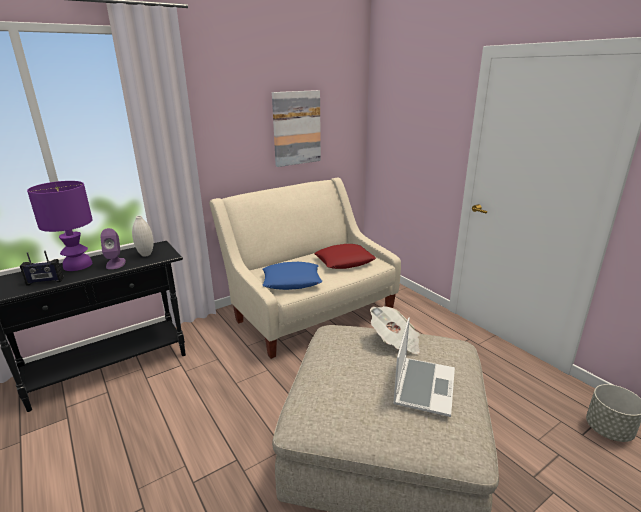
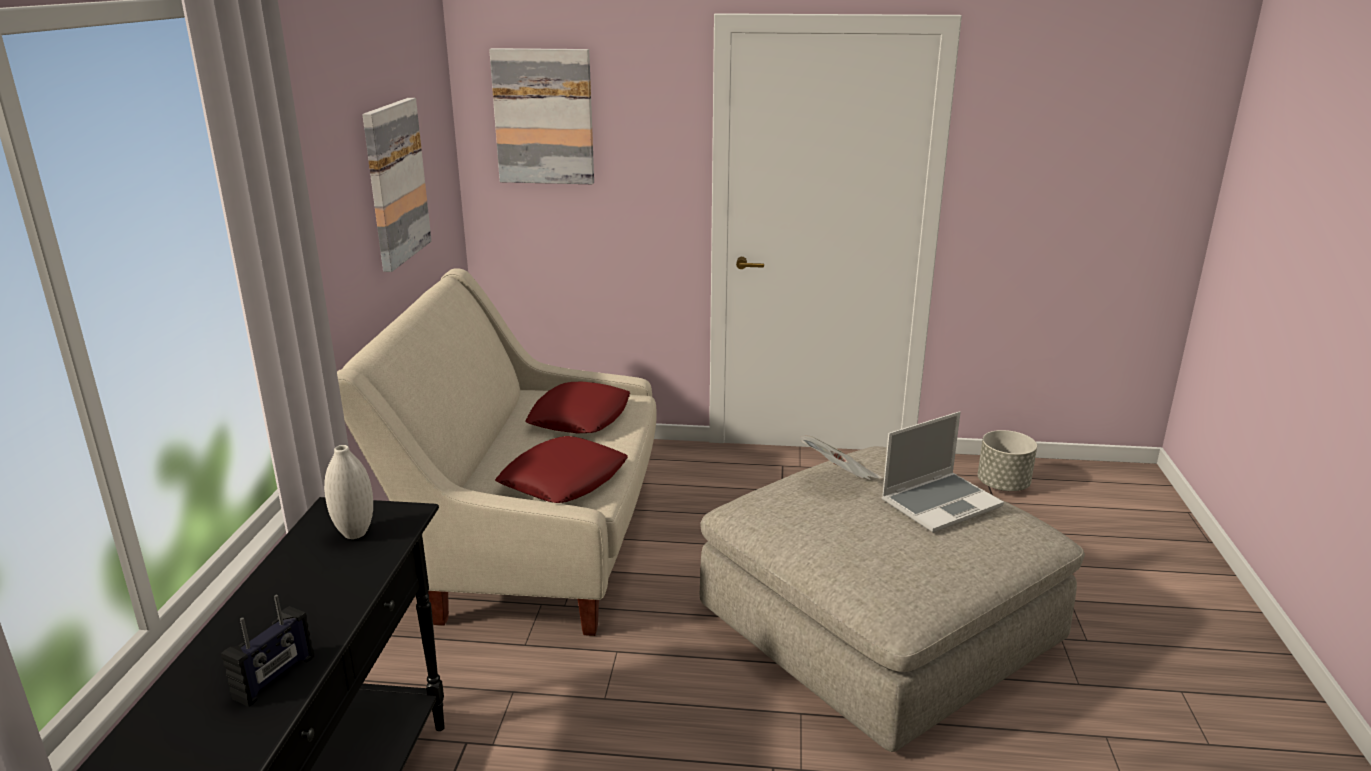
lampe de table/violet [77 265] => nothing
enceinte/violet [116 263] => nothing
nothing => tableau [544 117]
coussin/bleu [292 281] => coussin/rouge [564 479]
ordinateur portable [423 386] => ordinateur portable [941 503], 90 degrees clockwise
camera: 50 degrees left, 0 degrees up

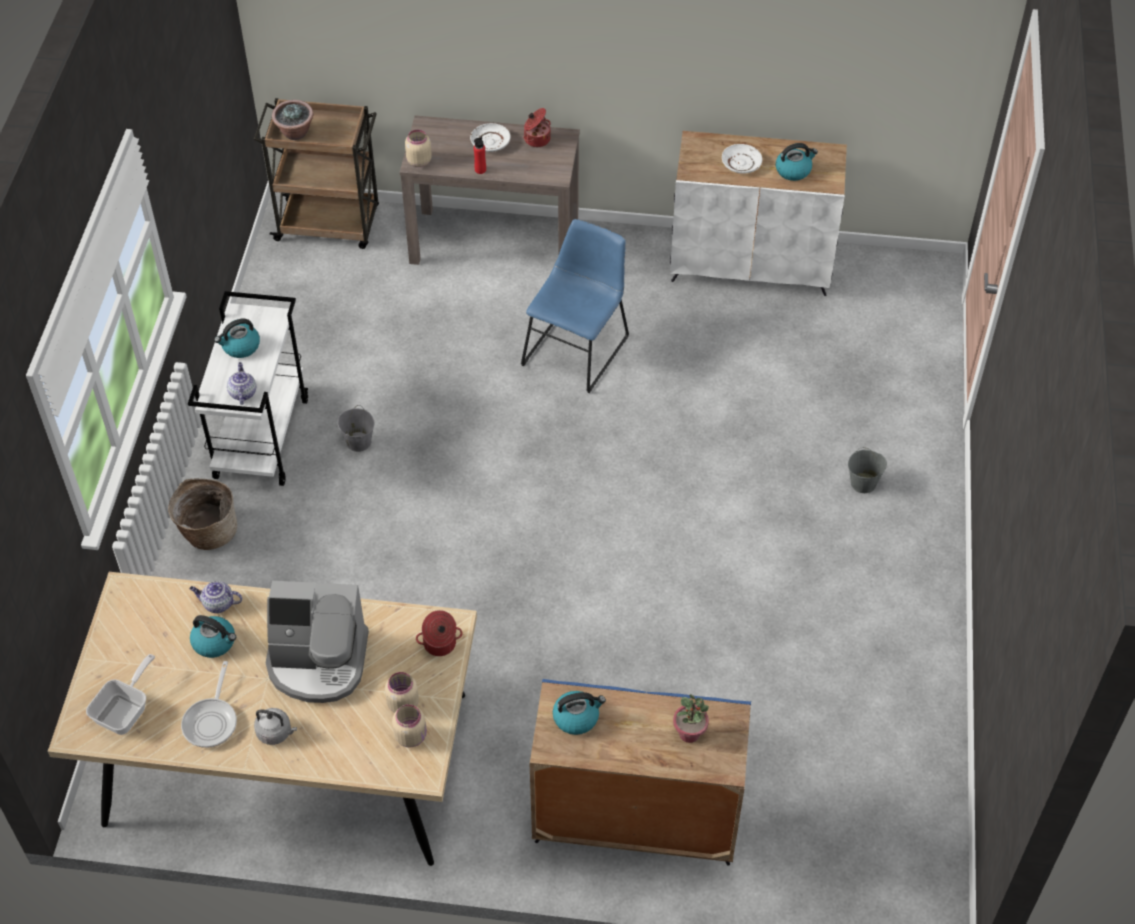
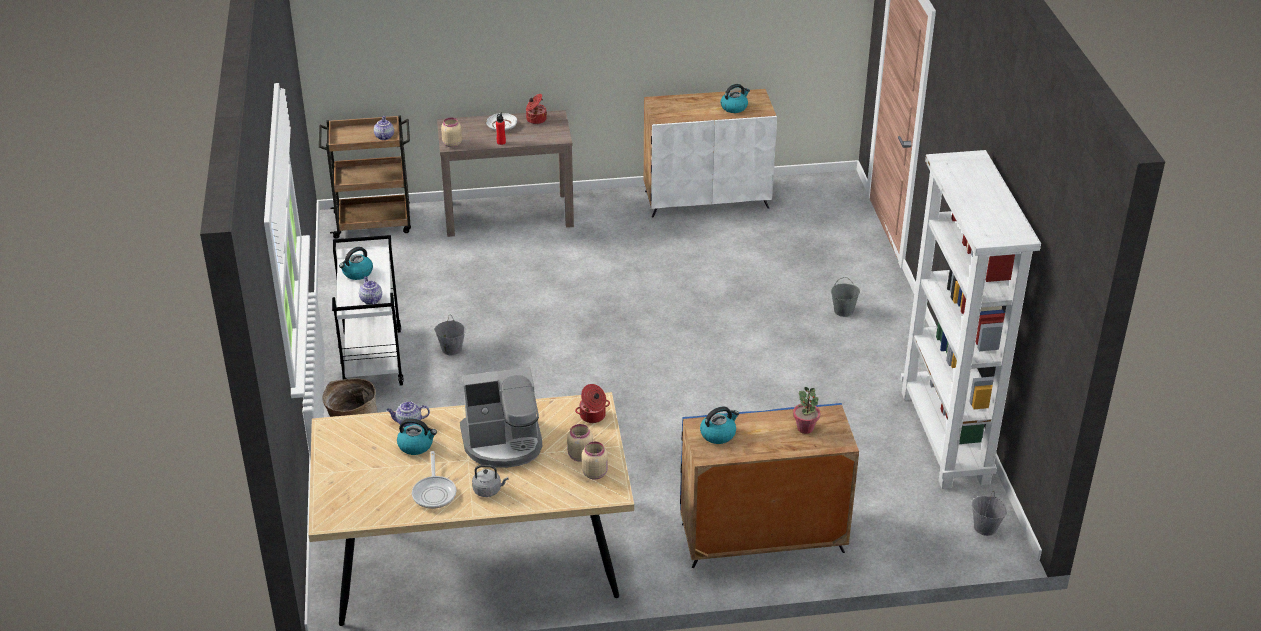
poêle [126 710] => nothing
plante en pot [295 133] => nothing
chaise/bleu [578 348] => nothing
assiette/blanc [741 163] => nothing
nothing => théière [384 136]
nothing => bibliothèque/blanc [946 438]
nothing => seau/gris [985 528]
camera: 15 degrees left, 15 degrees down

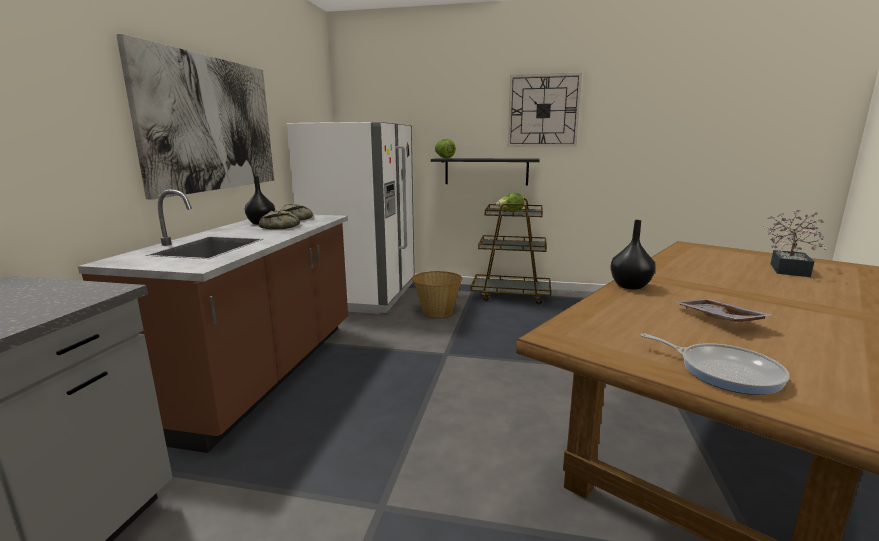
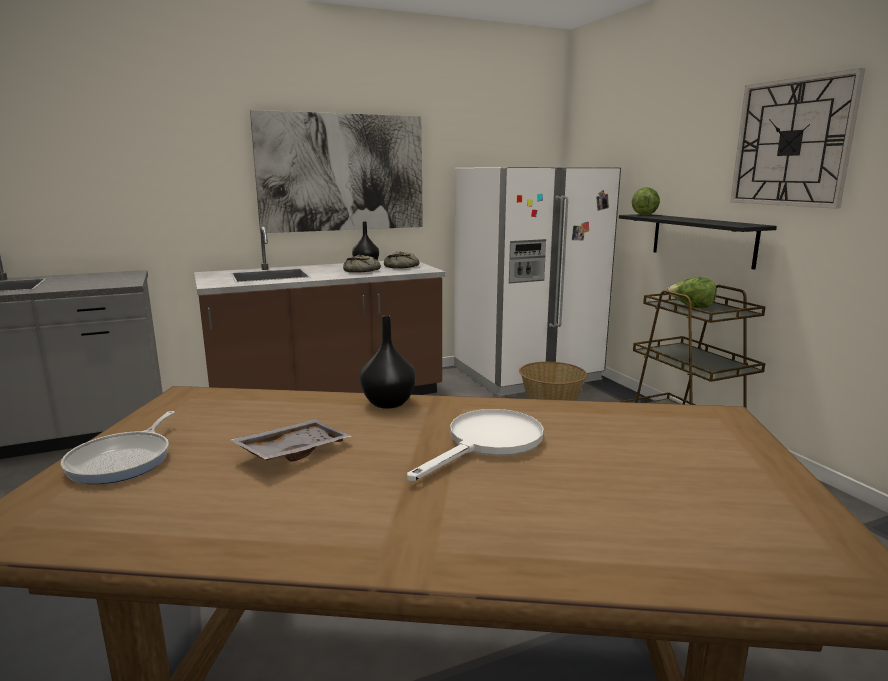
plante en pot [789 268] => nothing
nothing => poêle/blanc [487 444]
camera: 55 degrees right, 0 degrees up

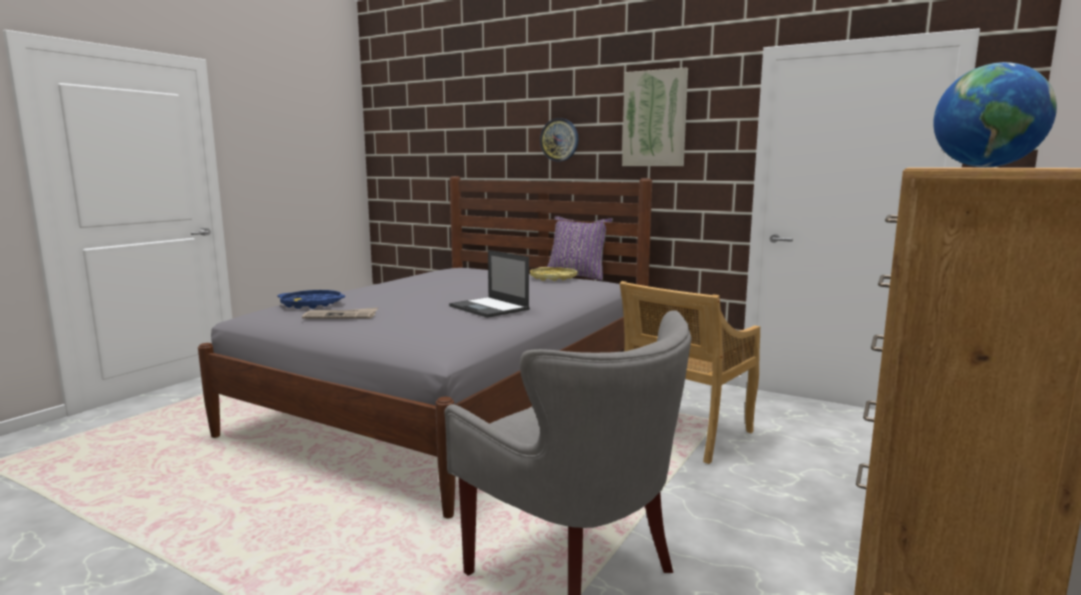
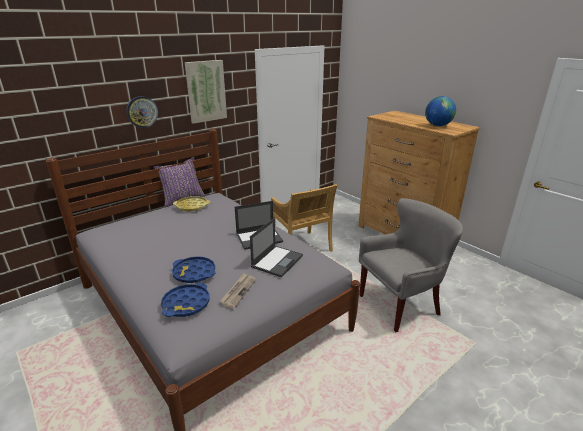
nothing => plateau/bleu [194 273]
nothing => ordinateur portable [277 261]
camera: 70 degrees left, 15 degrees up

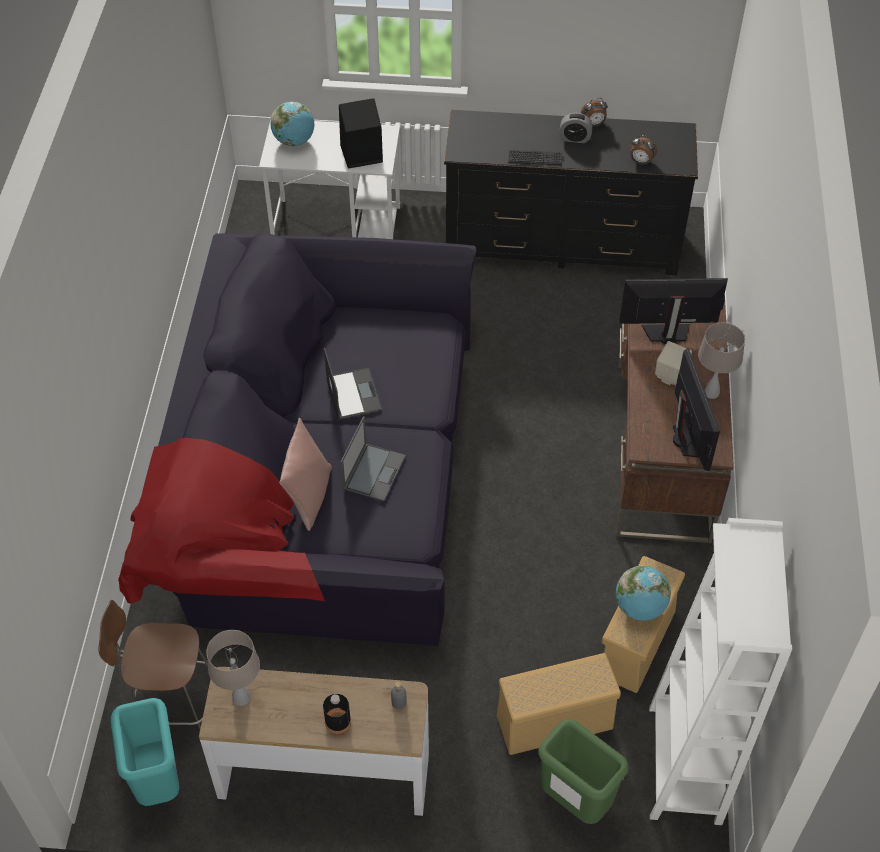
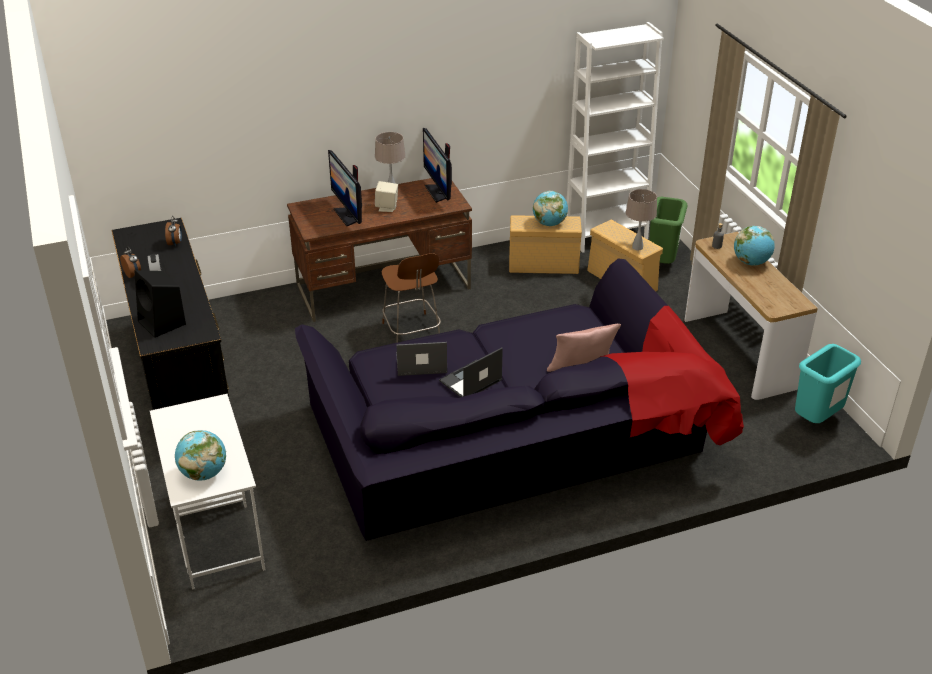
clavier [535 158] => nothing
tabouret/marron [172 702] => tabouret/marron [412 332], relocated
lampe de table/beige [241 697] => lampe de table/beige [637 247], relocated
enceinte/noir [360 154] => enceinte/noir [163 323], relocated
ordinateur portable [374 471] => ordinateur portable [420 363], relocated
bouteille/noir [338 721] => globe [751 262]
écran d'ordinateur [687 439] => écran d'ordinateur [438 192], 75 degrees counterclockwise
camera: 115 degrees left, 15 degrees down

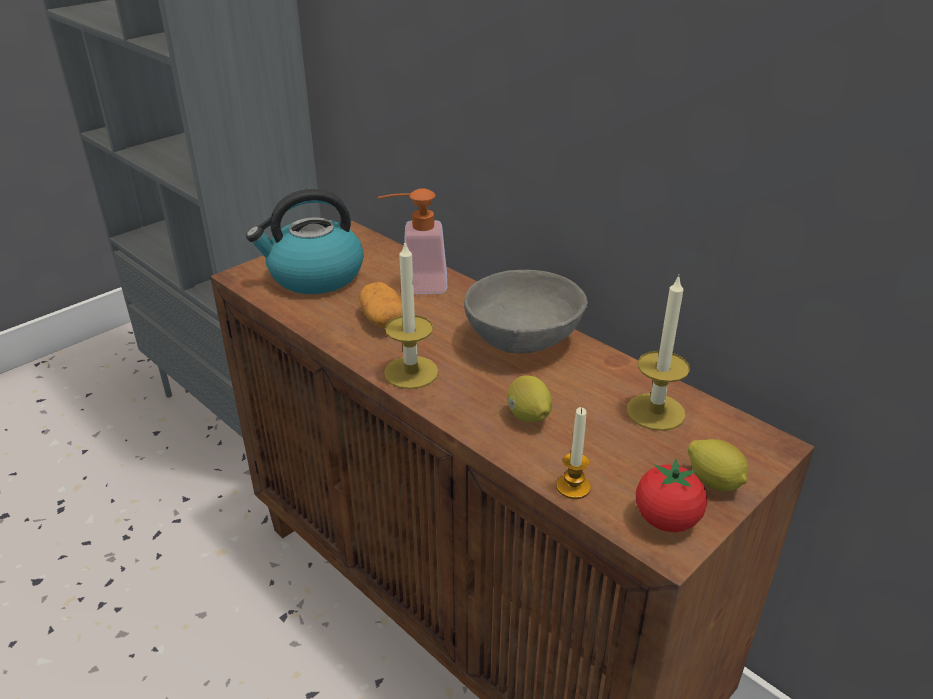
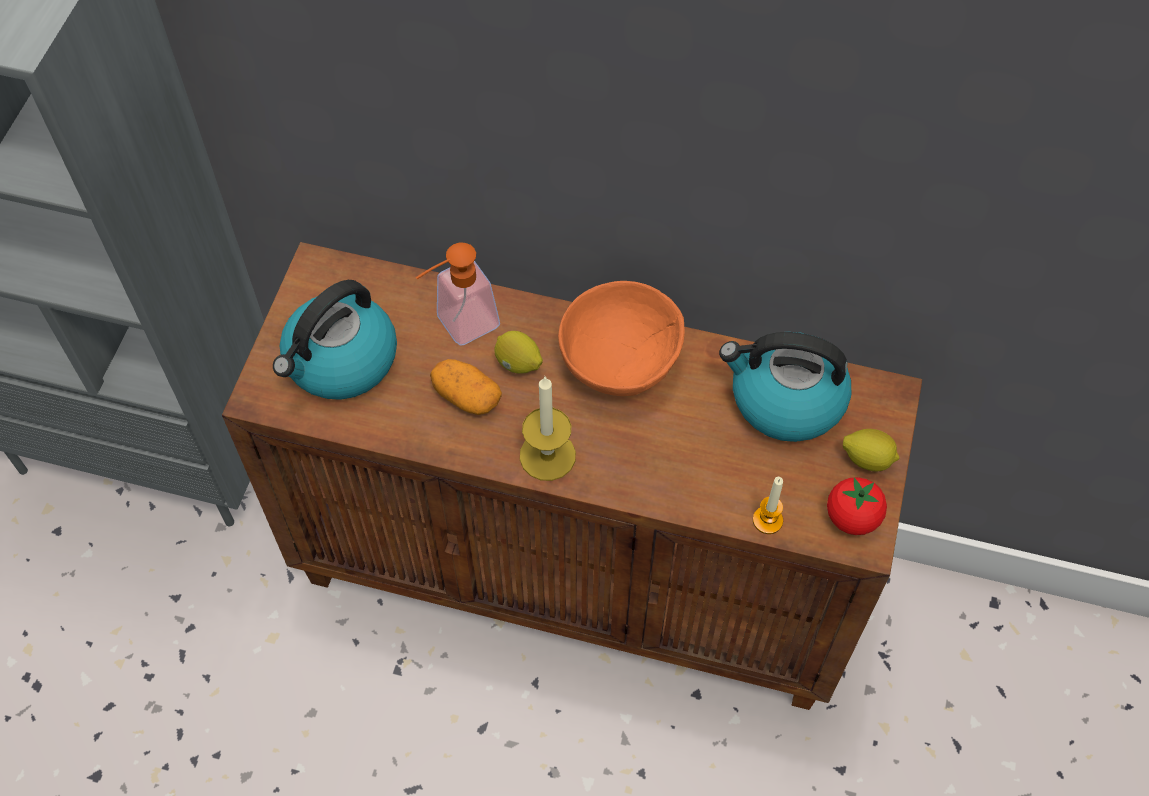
citron [528 417] => citron [518 364], relocated
bougie [655 412] => bouilloire [785 400]
bol/gris [524 340] => bol/orange [621 361]
camera: 30 degrees left, 25 degrees up

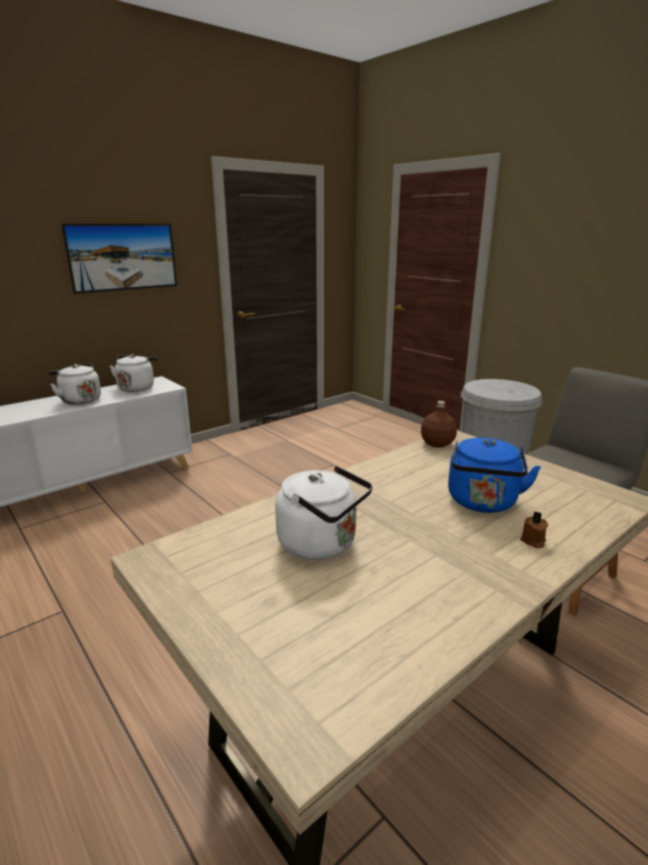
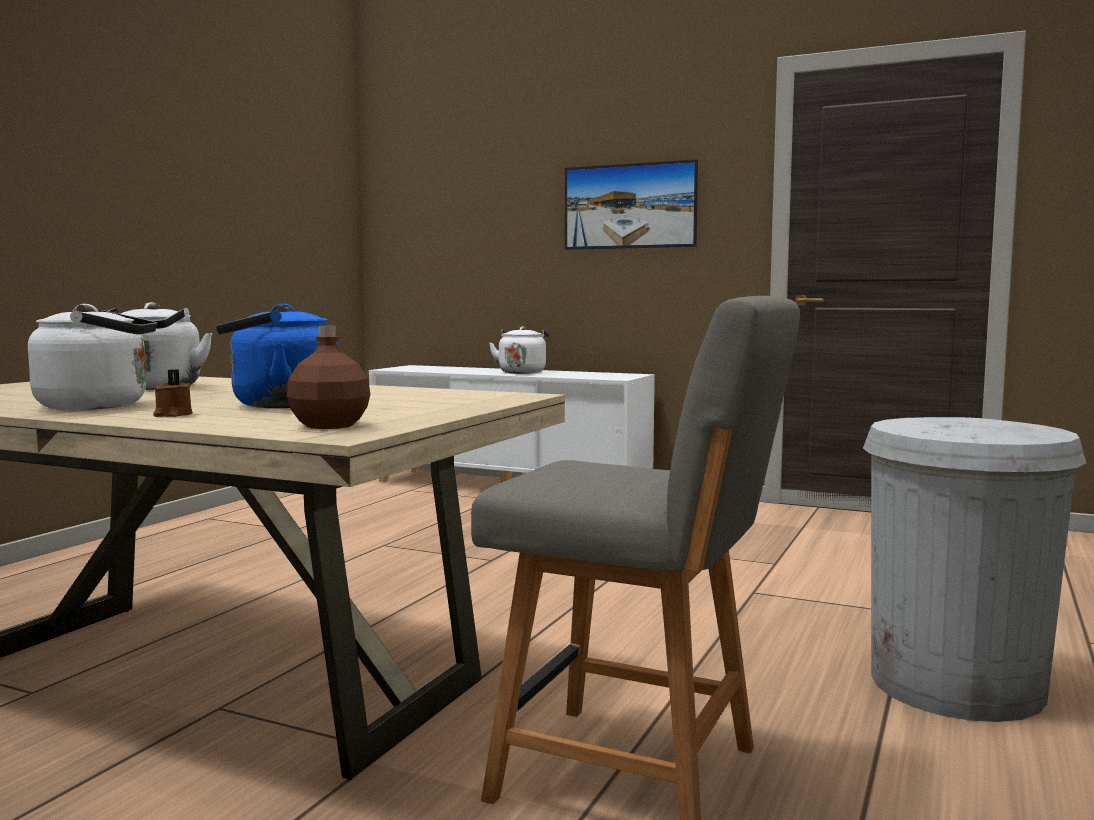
bouilloire/blanc [137 387] => bouilloire/blanc [100 406], relocated
bouteille/marron [436 443] => bouteille/marron [330 425], relocated
camera: 65 degrees right, 15 degrees down

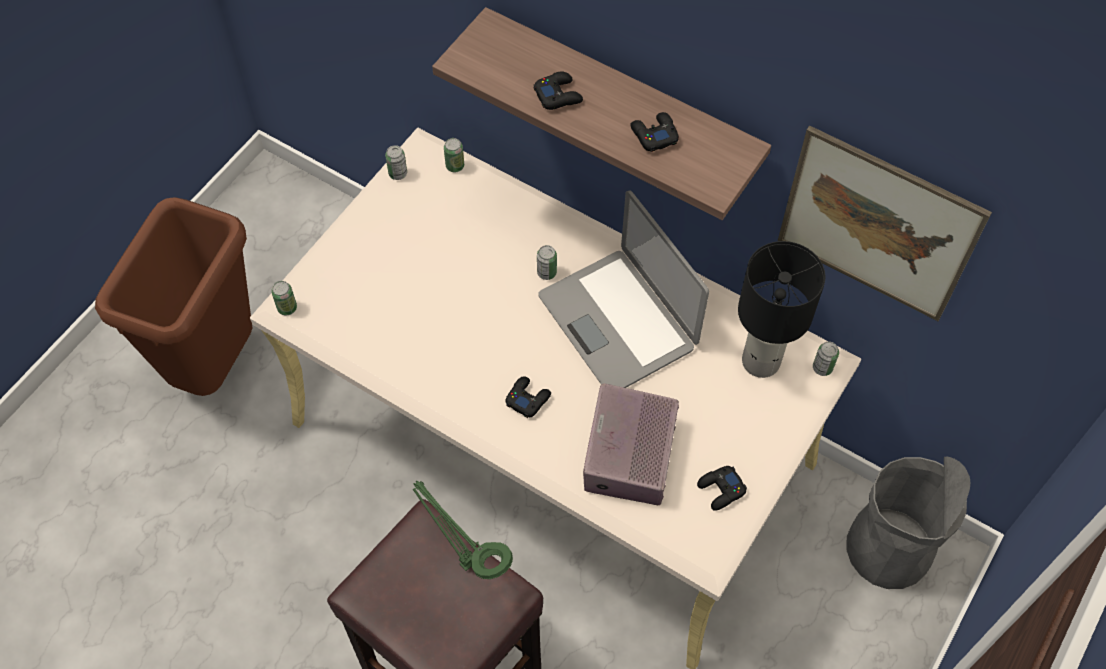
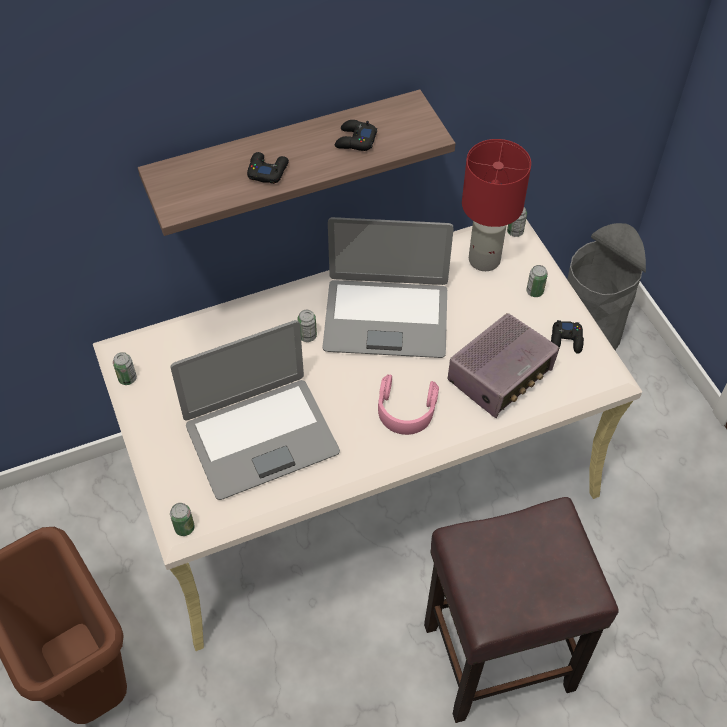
lampe de table/vert [464 561] => nothing
tableau [877 225] => nothing
nothing => ordinateur portable [261 437]
boîte métallique [455 166] => boîte métallique [534 291], relocated
manette/noir [527 399] => casque audio/rose [406 410]
lampe de table/noir [762 362] => lampe de table/rouge [485 259]
radio [629 455] => radio [500 376], 90 degrees counterclockwise
camera: 55 degrees left, 5 degrees down

